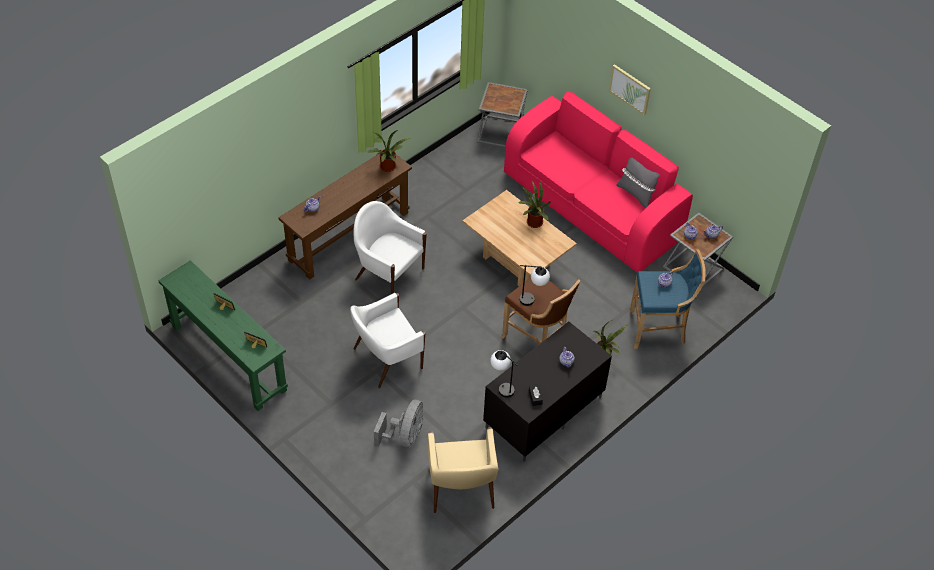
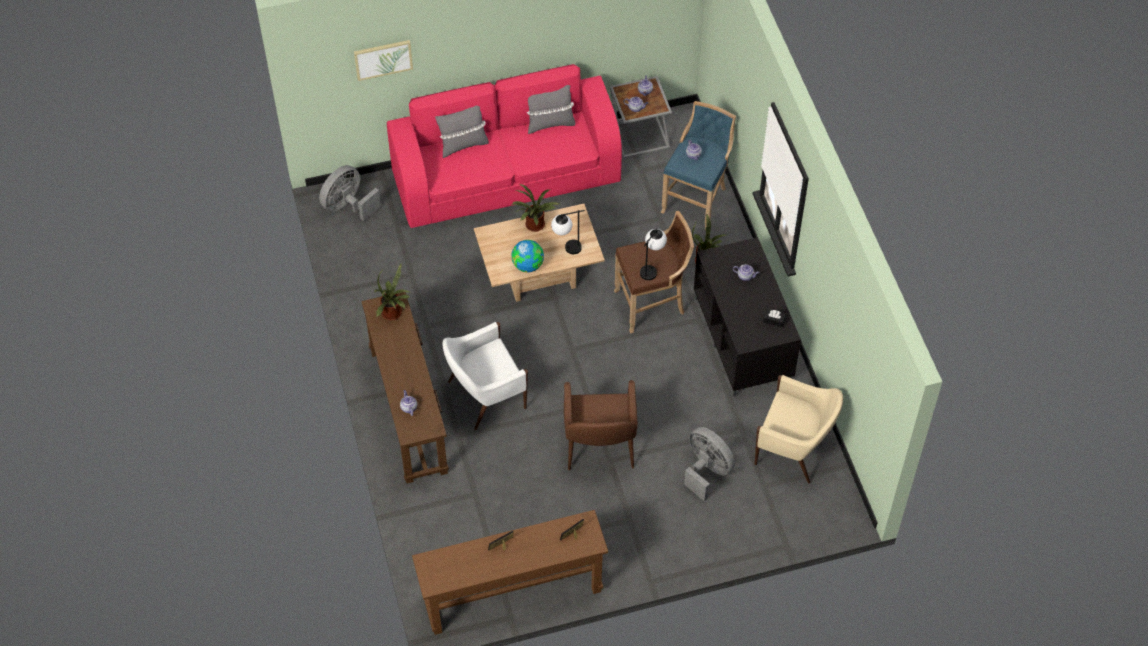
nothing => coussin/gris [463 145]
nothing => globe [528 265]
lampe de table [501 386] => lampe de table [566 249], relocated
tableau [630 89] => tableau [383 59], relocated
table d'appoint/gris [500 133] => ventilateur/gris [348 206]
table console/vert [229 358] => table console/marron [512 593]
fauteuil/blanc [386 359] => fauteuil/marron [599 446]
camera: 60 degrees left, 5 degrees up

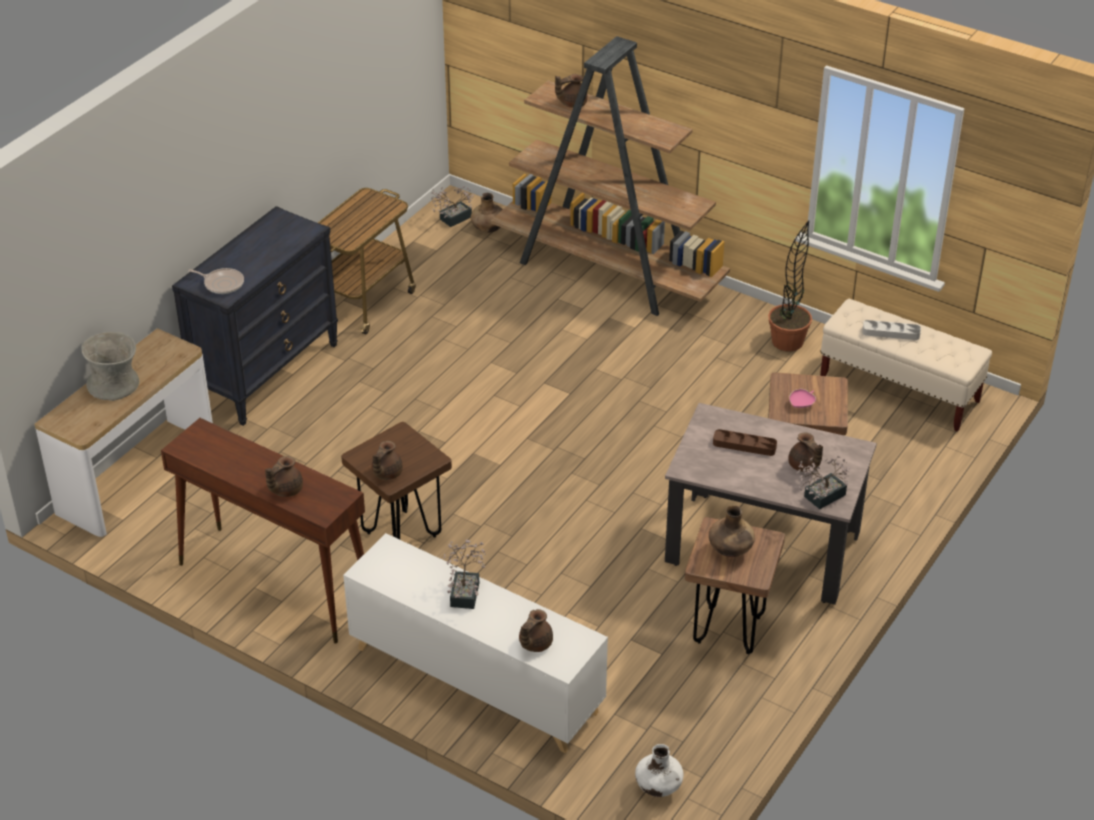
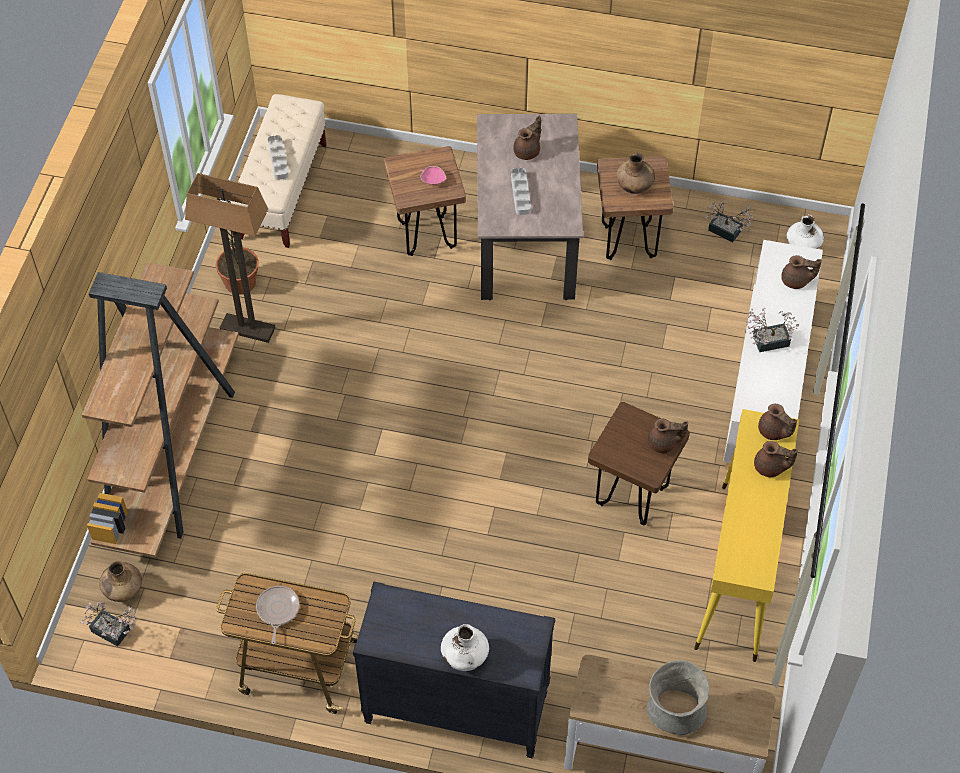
nothing => lampadaire [248 329]
nothing => vase/blanc [464 657]
poêle [222 283] => poêle [277 610], relocated
théière/marron [572 103] => théière/marron [774 431], relocated
plante en pot [820 497] => plante en pot [728 232], relocated
table console/marron [274 583] => table console/jaune [738 572]
plateau/marron [744 445] => plateau/gris [520 193]
camera: 110 degrees left, 15 degrees up

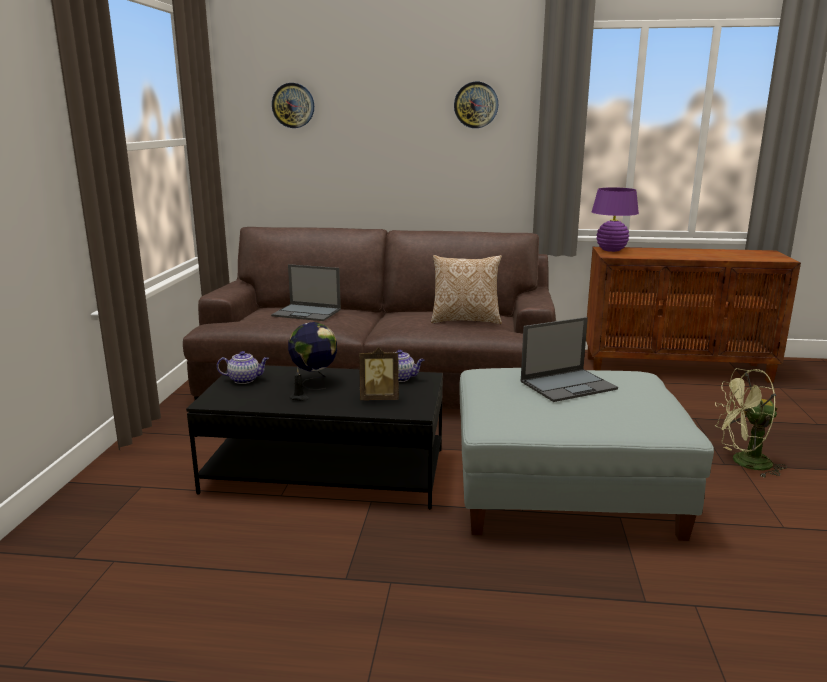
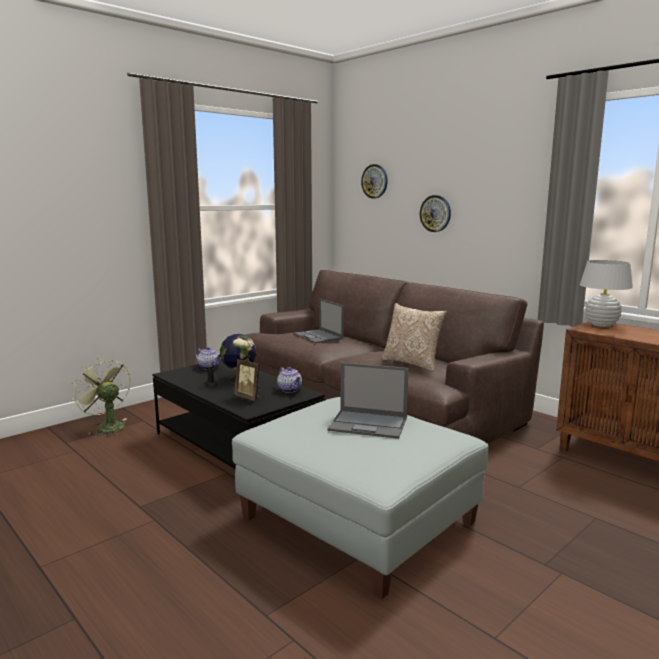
horloge murale [476 105] => horloge murale [435 213], relocated
ventilateur/vert [744 463] => ventilateur/vert [106 426], relocated
lampe de table/violet [611 250] => lampe de table/blanc [601 325]
camera: 40 degrees right, 5 degrees down

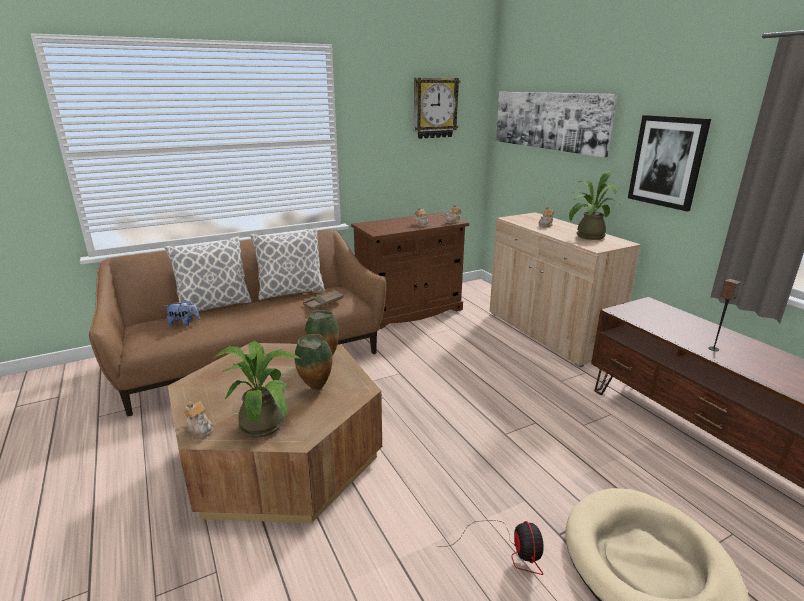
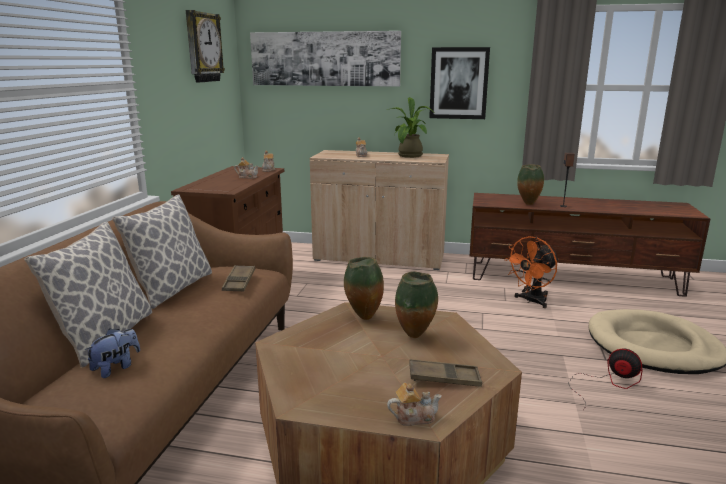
nothing => ventilateur/orange [531 301]
nothing => vase [528 204]
plante en pot [263 422] => plateau/marron [444 378]
camera: 50 degrees left, 5 degrees down

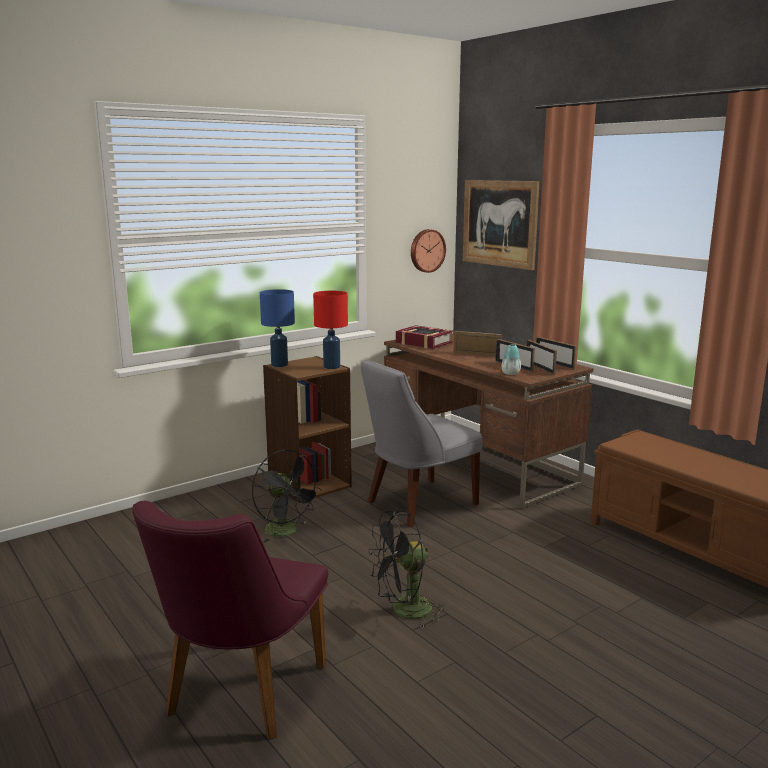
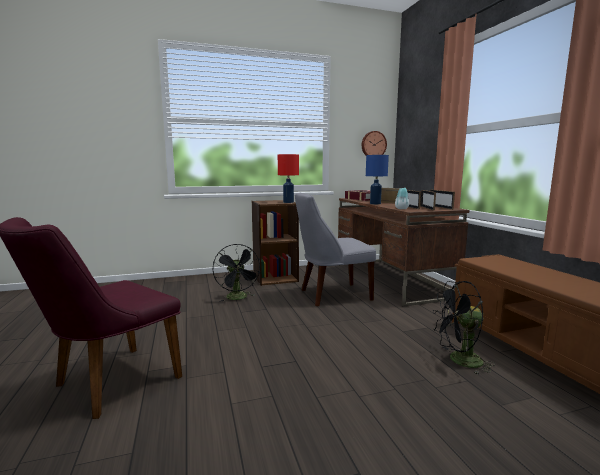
tableau [499 223] => nothing
lampe de table/bleu [279 365] => lampe de table/bleu [375 203], relocated
ventilateur/noir [404 611] => ventilateur/noir [459 361], relocated
camera: 20 degrees right, 5 degrees down

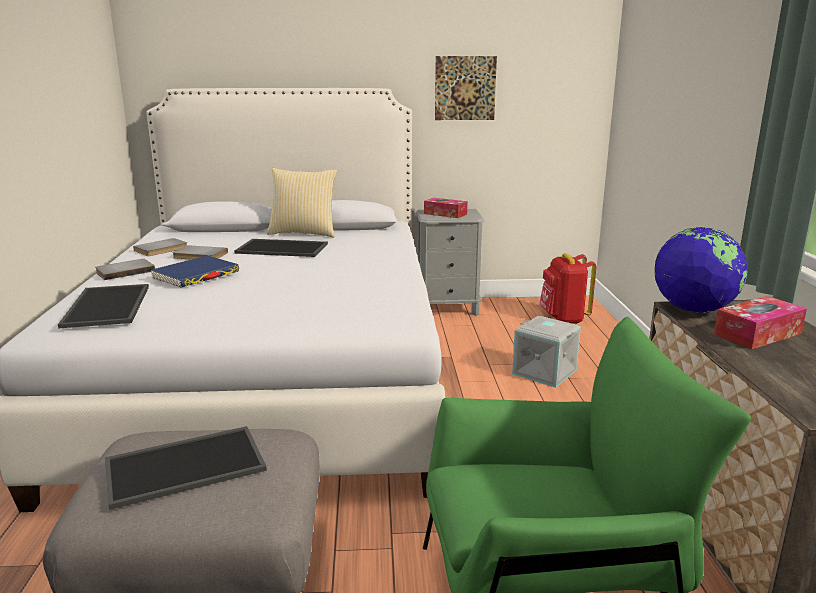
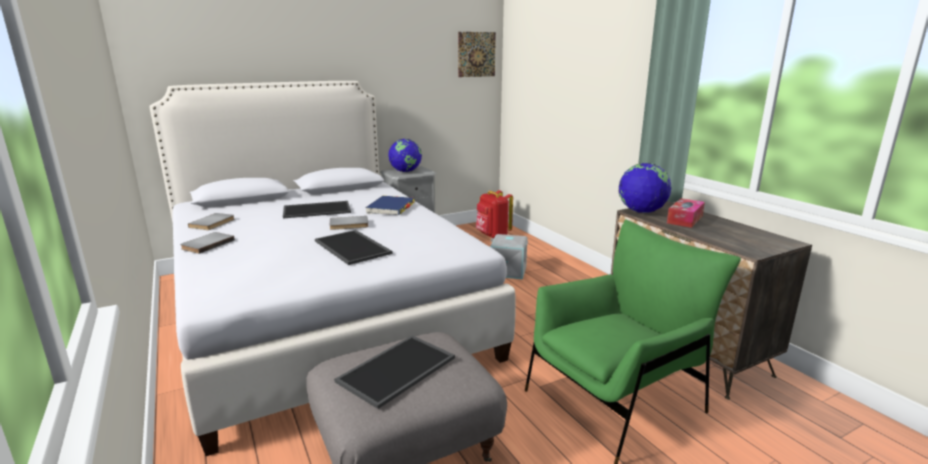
coussin [304 233] => nothing
plateau [109 306] => plateau [354 247], relocated
livre/bleu [196 275] => livre/bleu [391 208], relocated
livre/gris [199 256] => livre/gris [349 225], relocated
tableau [465 88] => tableau [476 54], relocated
boîte à mouchoirs [445 214] => globe [405 171]
camera: 25 degrees left, 0 degrees up

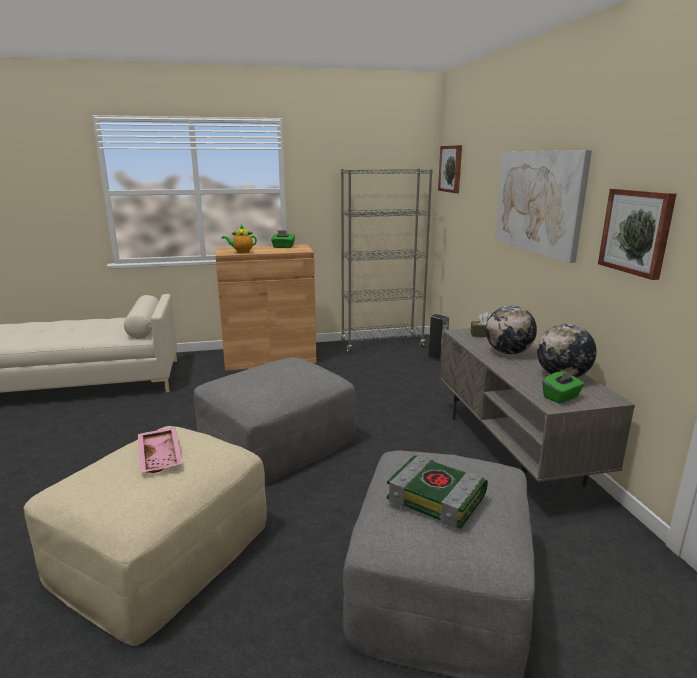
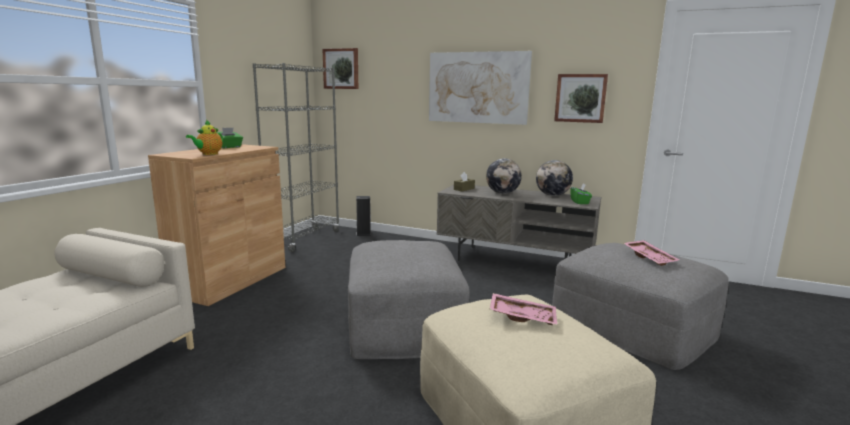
livre [438 498] => plateau/rose [650 258]
camera: 55 degrees left, 5 degrees down

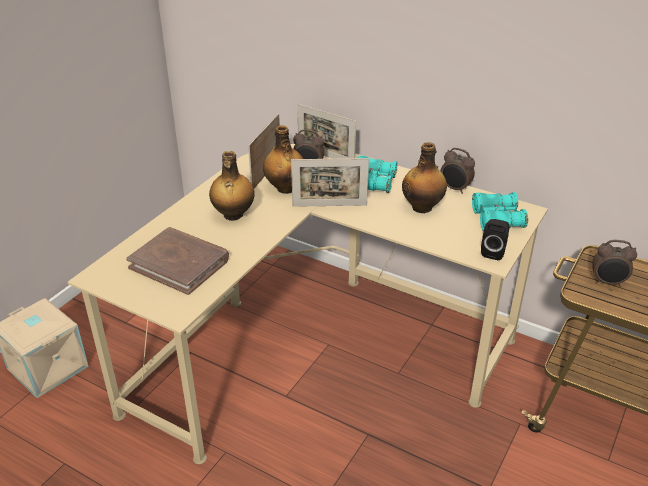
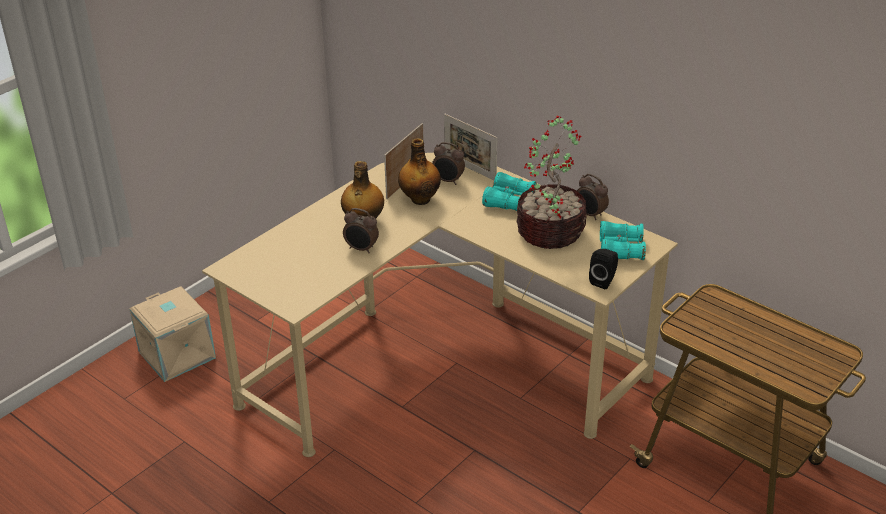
livre/marron [179 263] => nothing
cadre photo [329 205] => nothing
réveil [608 282] => réveil [361 249], relocated
bouteille [422 207] => plante en pot [550 231]
camera: 10 degrees right, 0 degrees up

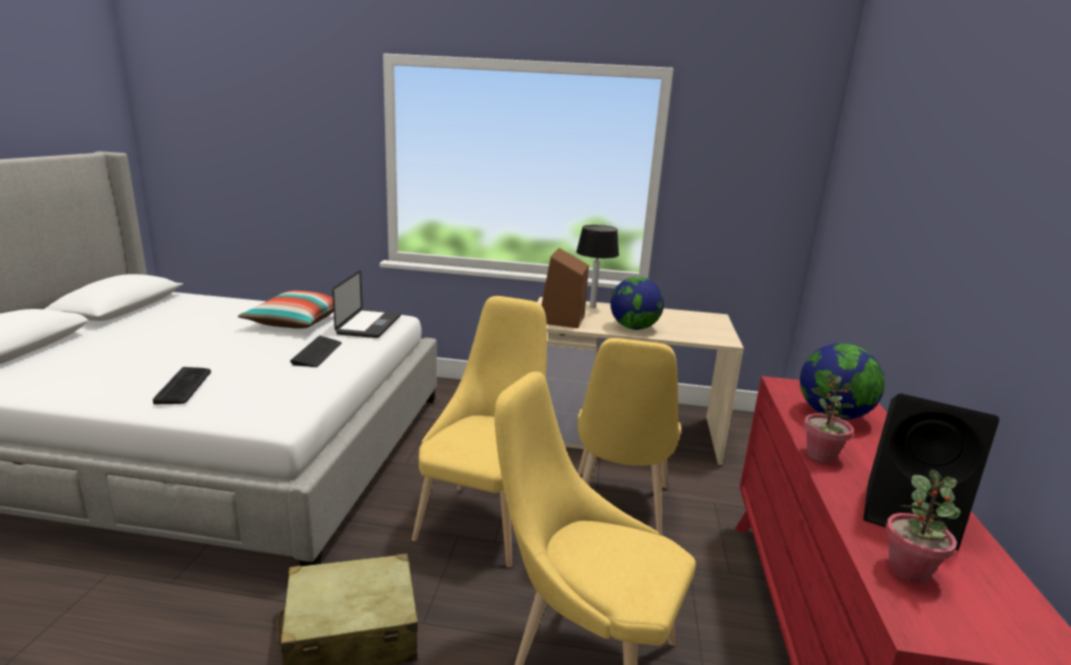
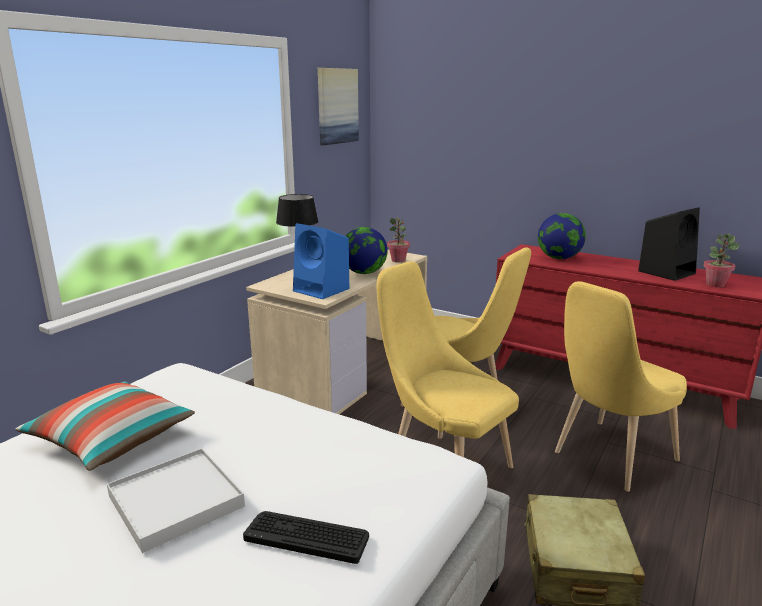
clavier [317 353] => nothing
ordinateur portable [369 325] => nothing
nothing => plateau/blanc [176 501]
nothing => tableau [337 106]
plante en pot [821 455] => plante en pot [398 260], relocated
enceinte/marron [562 320] => enceinte/bleu [322 290]
camera: 65 degrees left, 0 degrees up

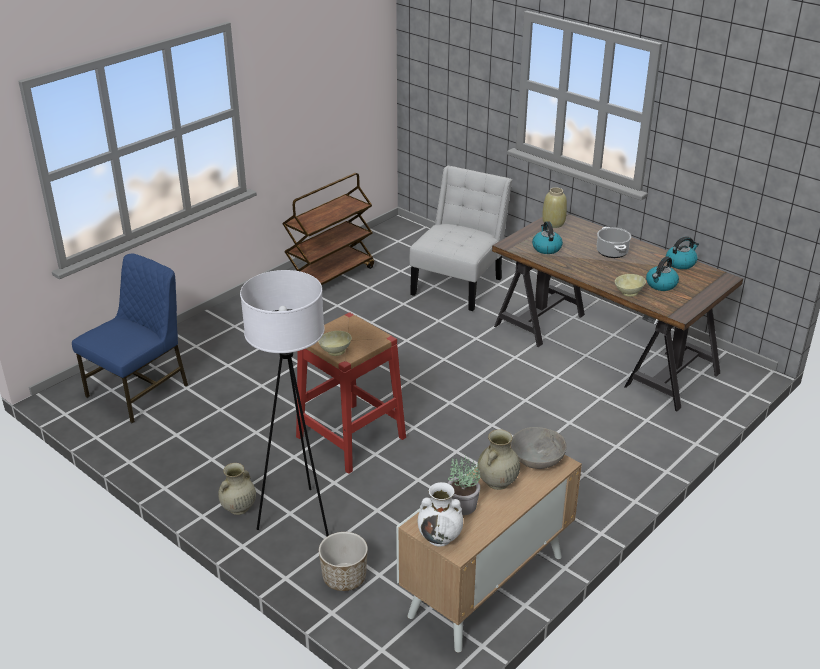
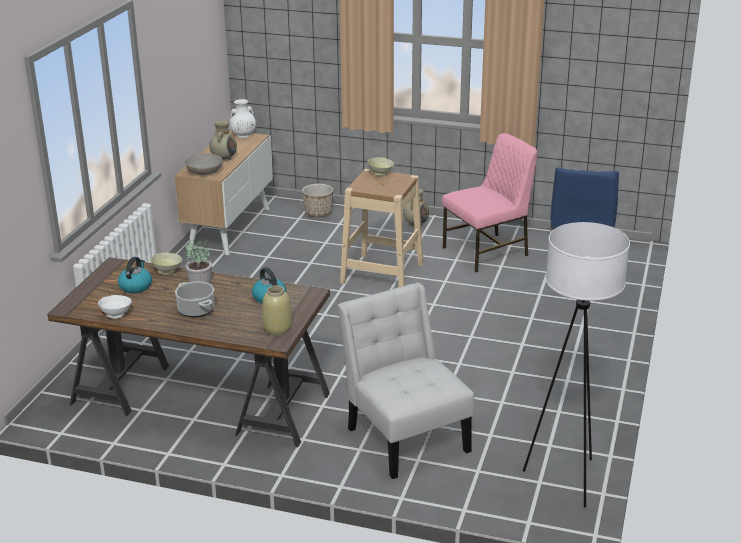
chariot/marron [330 276] => nothing
nothing => chaise/rose [487 252]
lampadaire/blanc [299 518] => lampadaire/blanc [566 479], relocated
plante en pot [462 506] => plante en pot [200 282], relocated
bouilloire [681 263] => bol/blanc [116 315]
tabouret/rouge [350 437] => tabouret/beige [382 273]
chaise/blanc [459 284] => chaise/blanc [405 436], 150 degrees clockwise
camera: 155 degrees right, 5 degrees down

